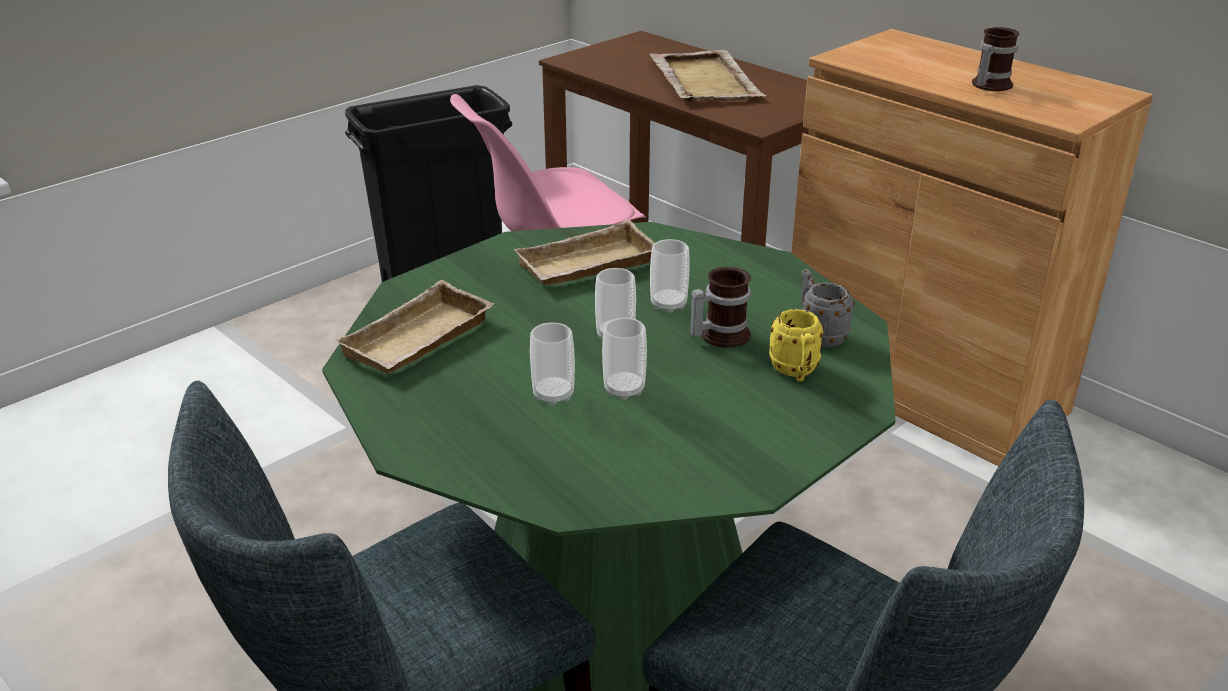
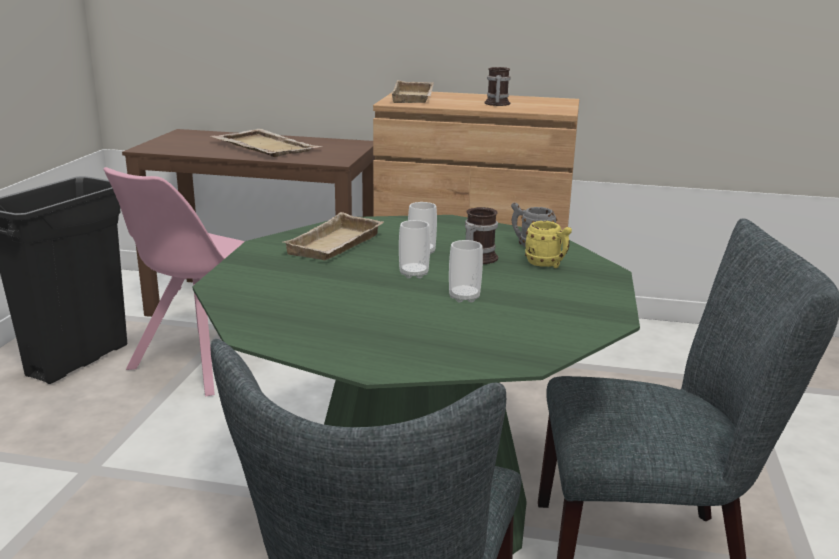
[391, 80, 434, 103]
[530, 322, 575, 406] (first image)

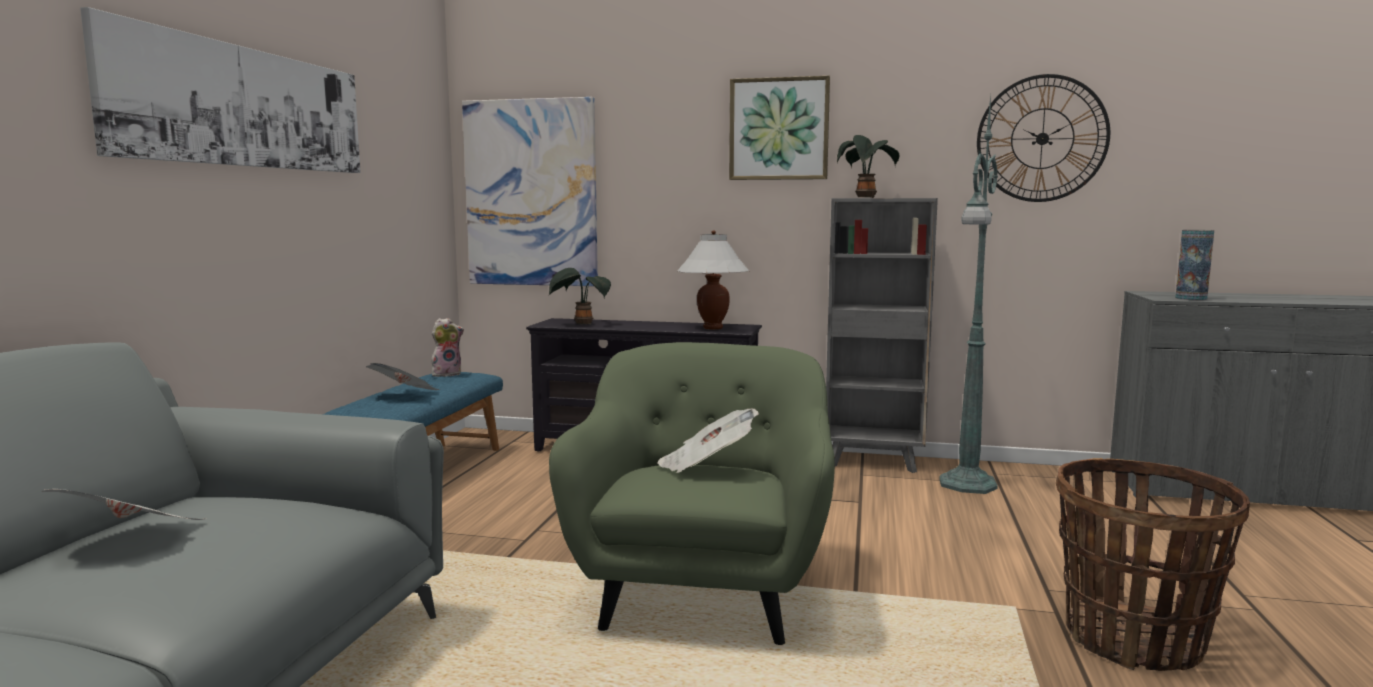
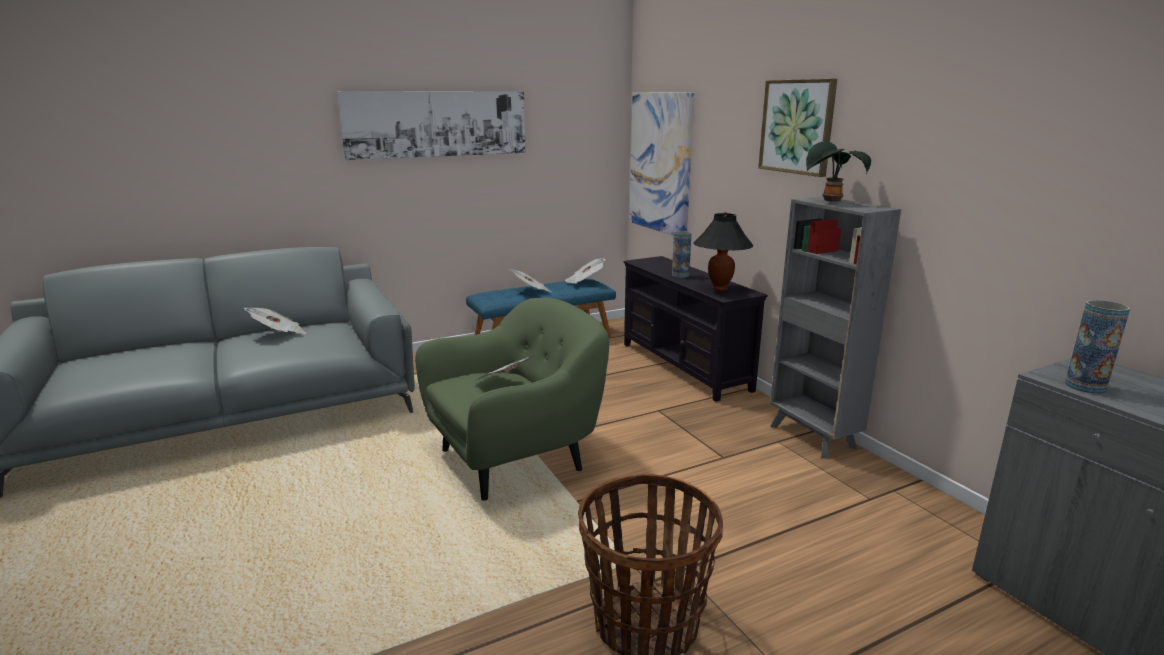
[565, 258, 605, 284]
[672, 231, 692, 278]
[693, 212, 753, 292]
[549, 268, 611, 324] (first image)
[939, 95, 998, 494] (first image)
[977, 74, 1110, 202] (first image)

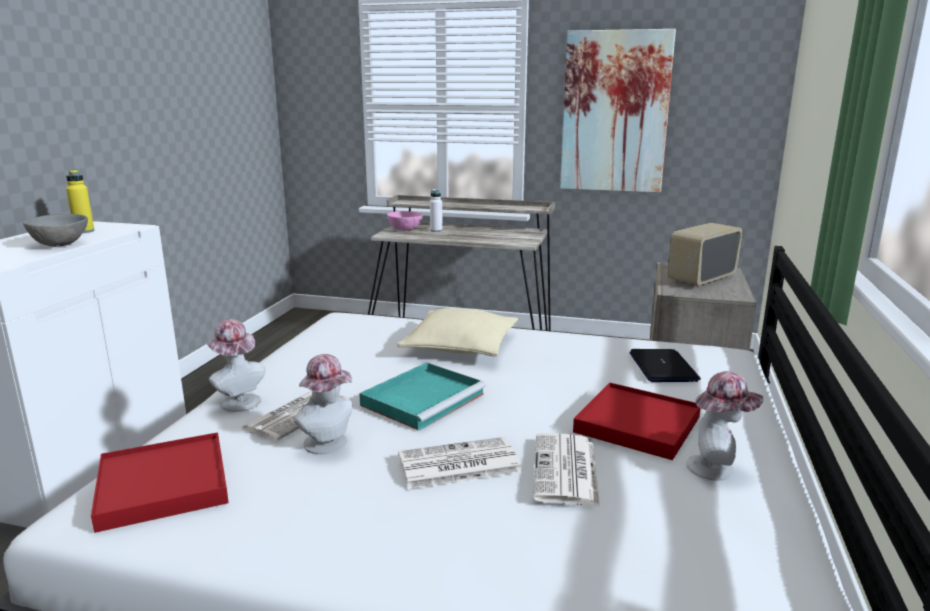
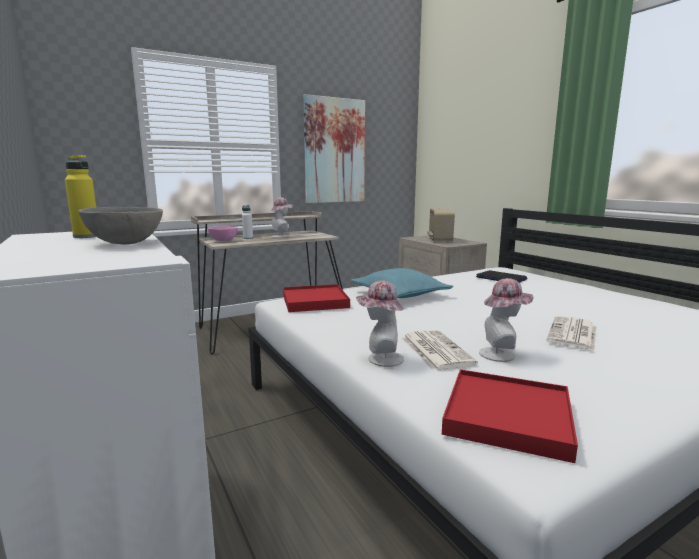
[271, 197, 293, 238]
[283, 284, 350, 312]
[351, 268, 453, 298]
[359, 362, 486, 431] (first image)
[533, 433, 600, 507] (first image)

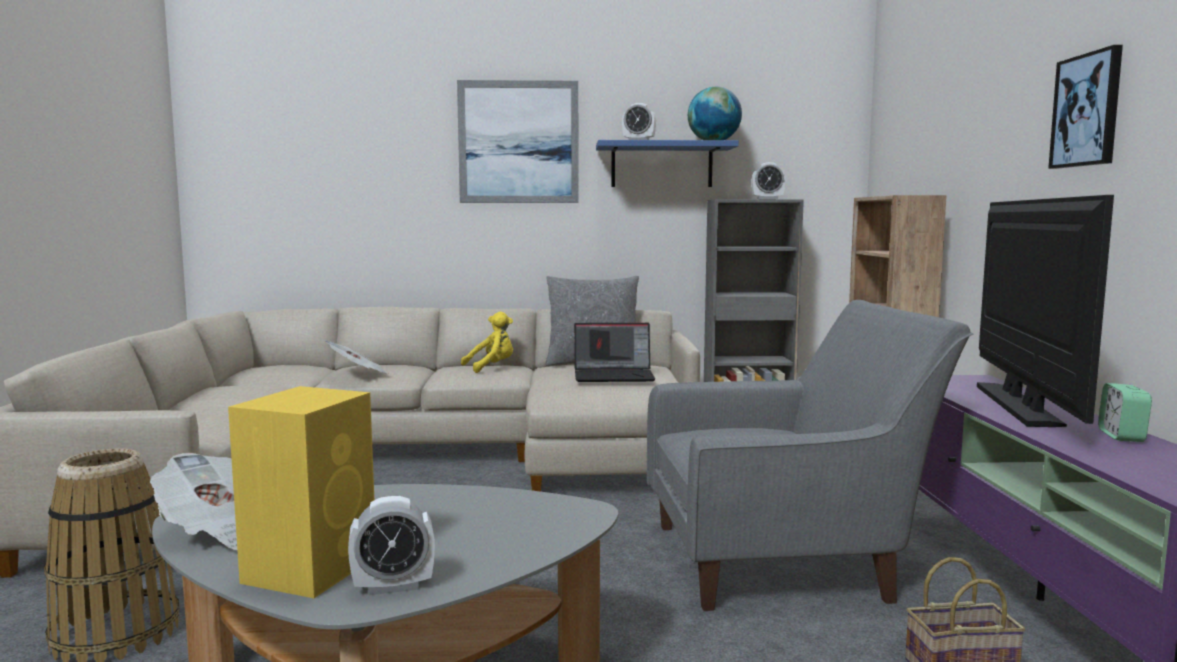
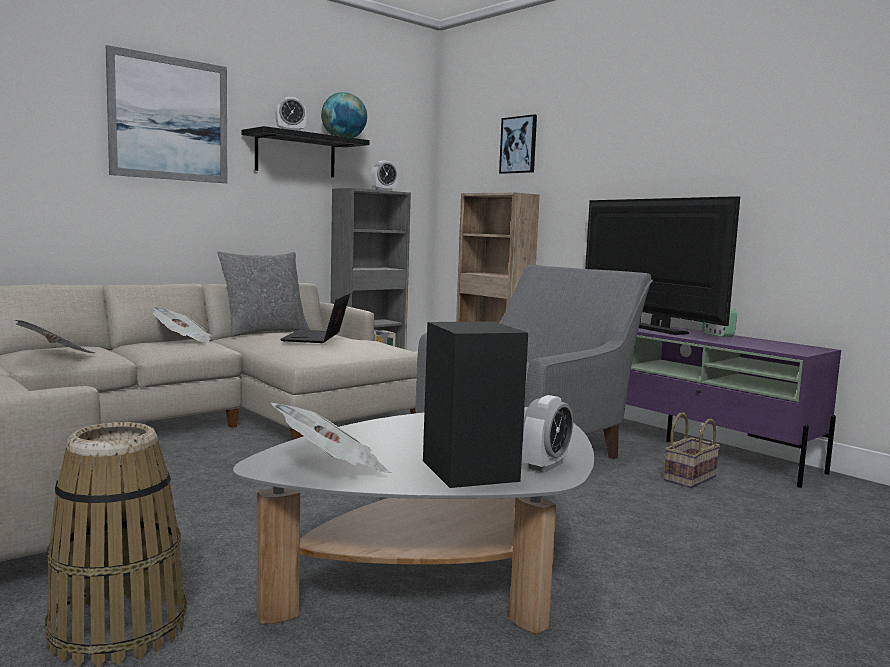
[153, 307, 212, 344]
[242, 126, 370, 177]
[280, 293, 350, 343]
[423, 321, 528, 488]
[499, 114, 537, 174]

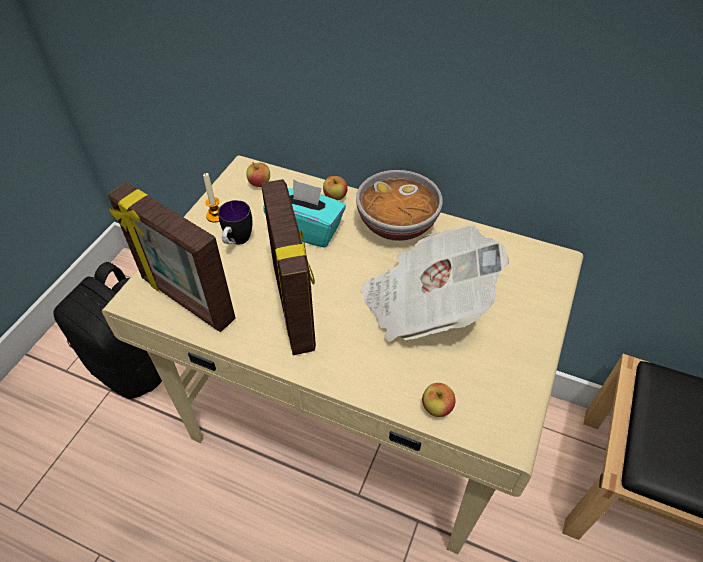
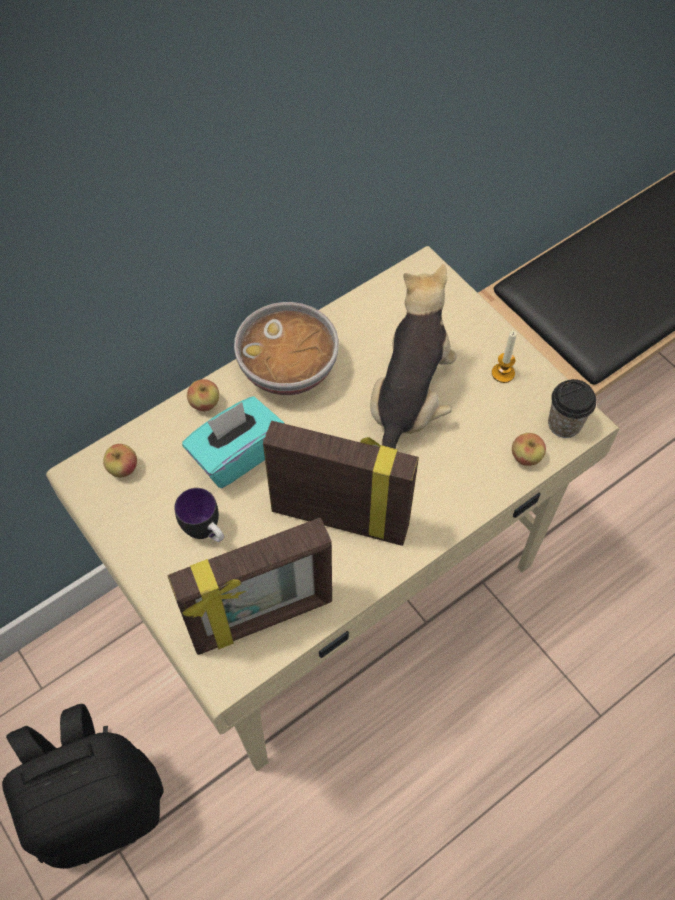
[370, 264, 457, 449]
[492, 331, 517, 383]
[548, 379, 596, 438]

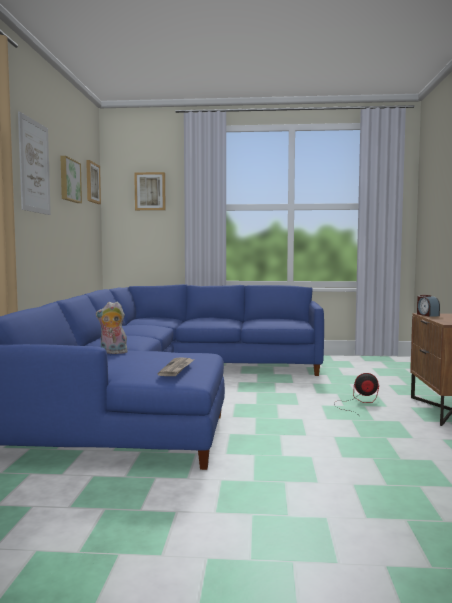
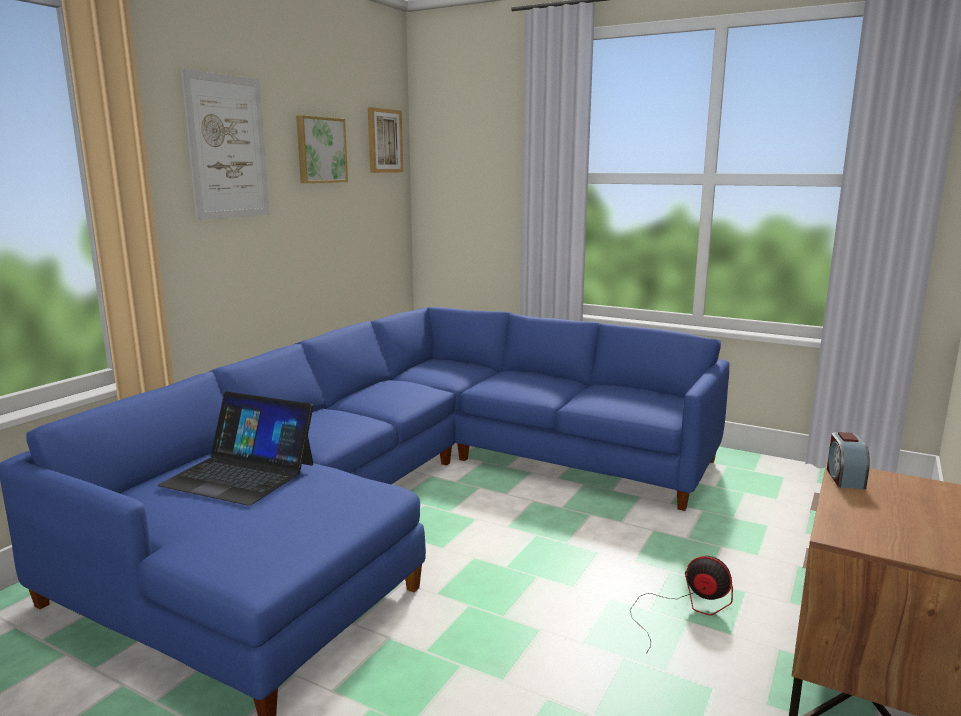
[157, 391, 313, 506]
[134, 172, 166, 210] (first image)
[158, 357, 194, 376] (first image)

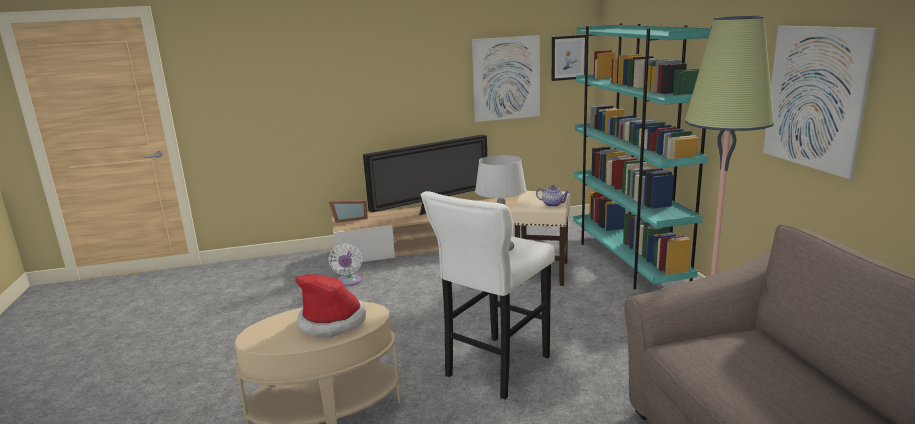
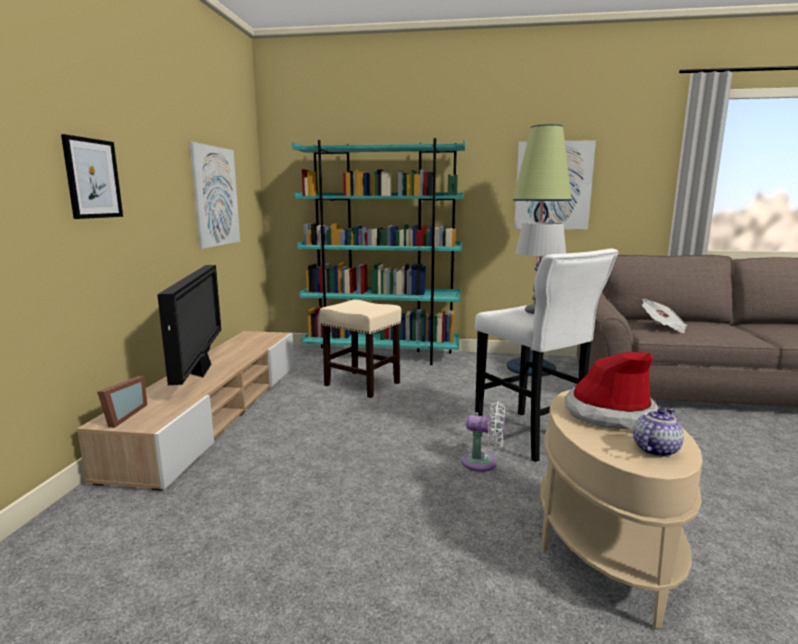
[61, 134, 123, 219]
[461, 402, 505, 472]
[633, 408, 684, 457]
[642, 299, 687, 333]

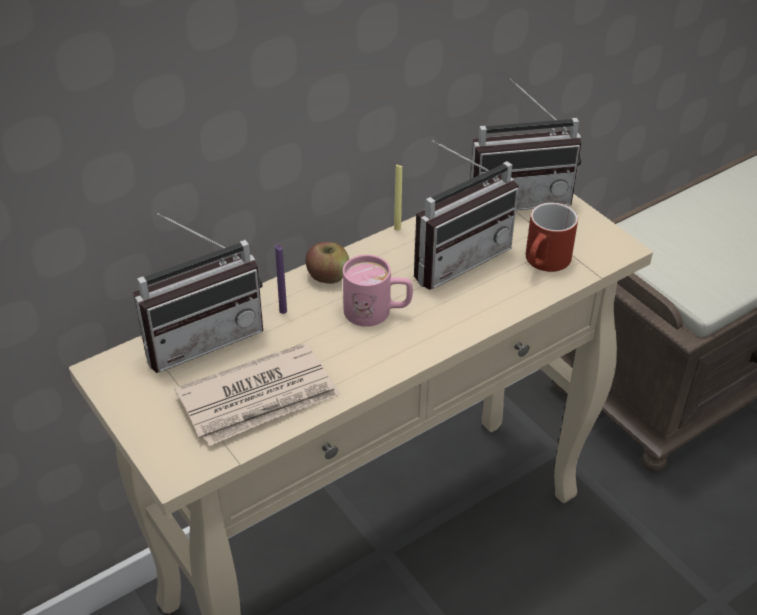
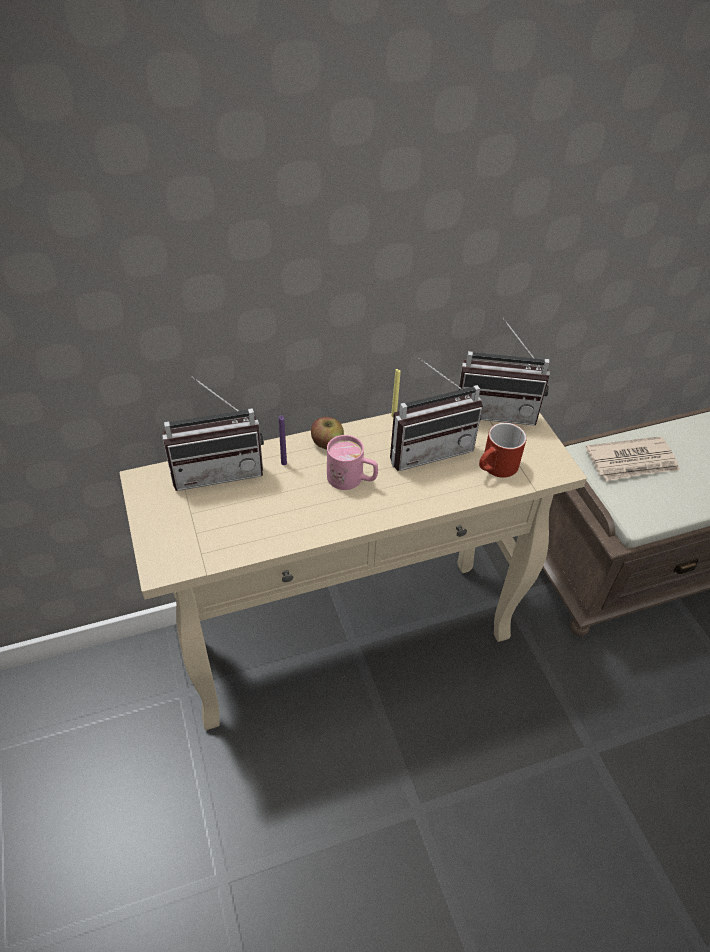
[585, 436, 680, 481]

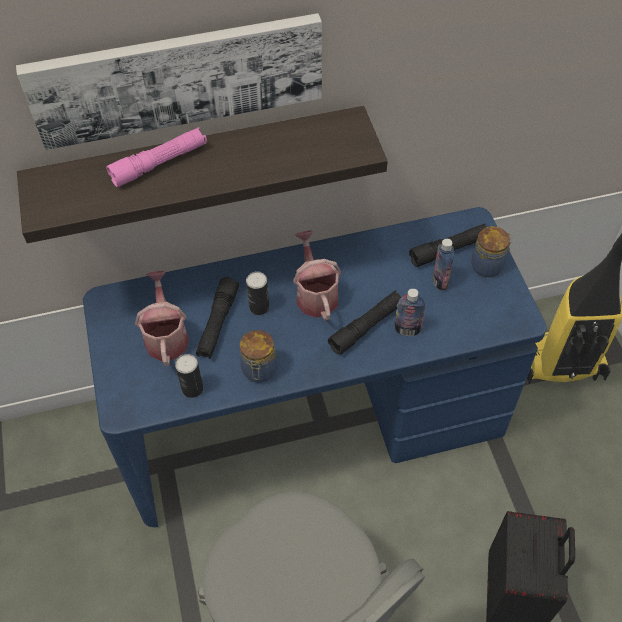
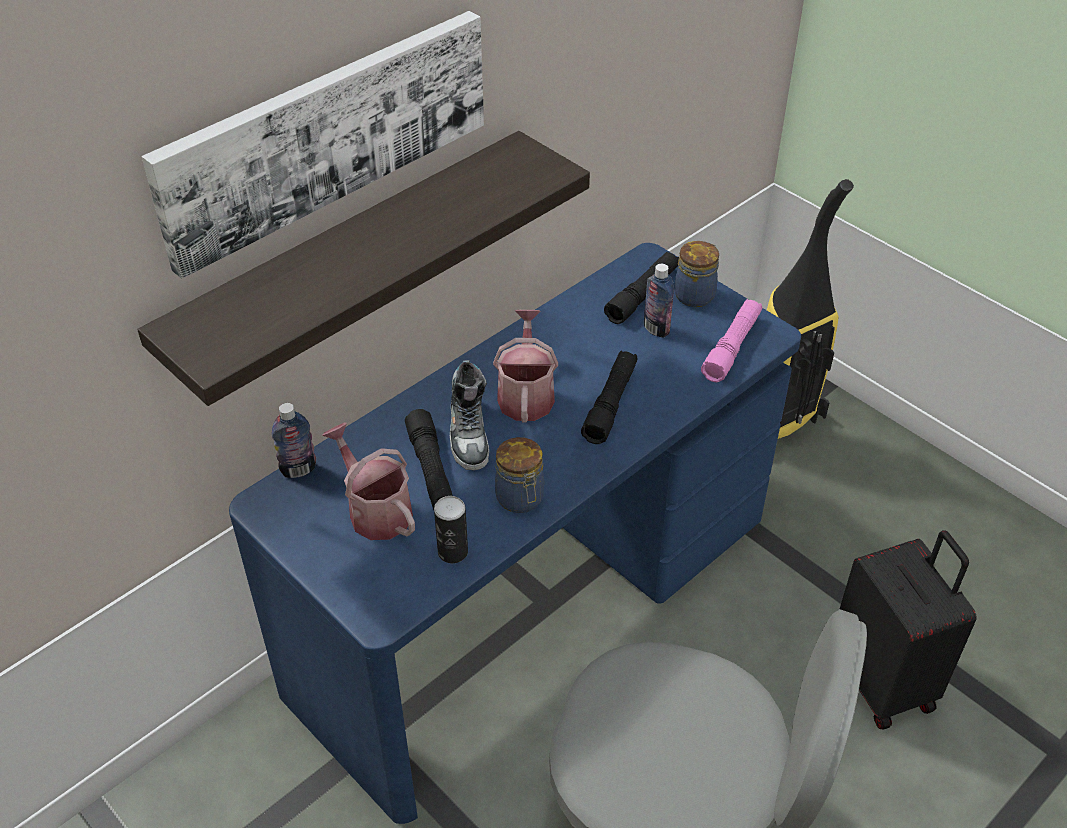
[272, 403, 316, 478]
[450, 360, 489, 470]
[493, 310, 558, 423]
[701, 299, 762, 382]

